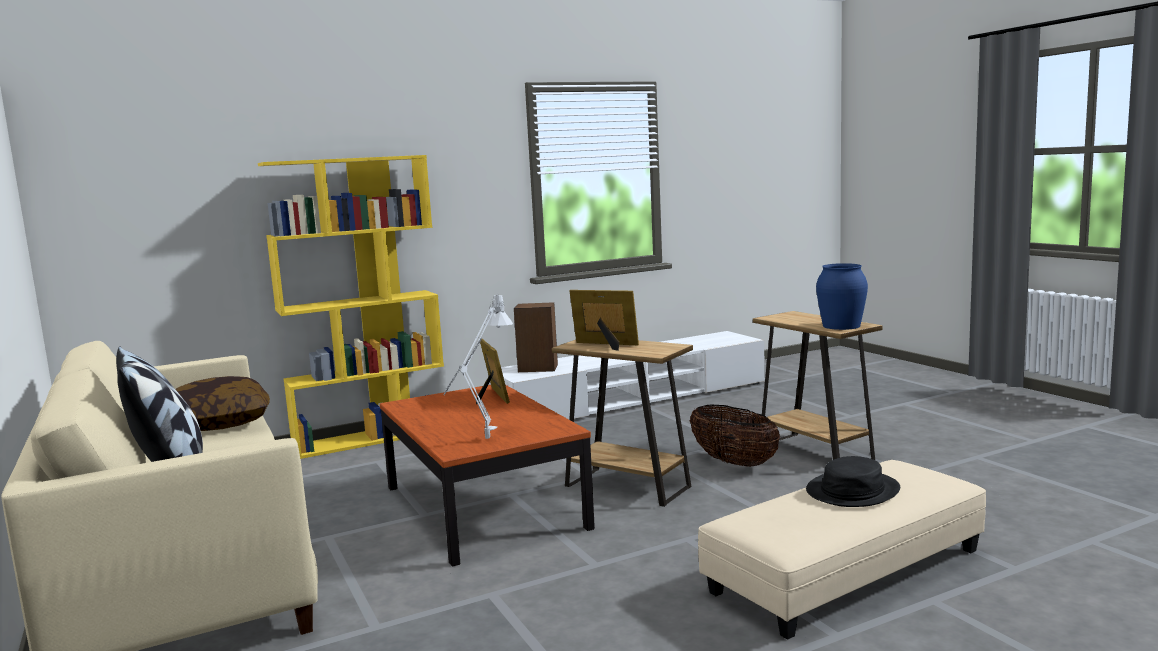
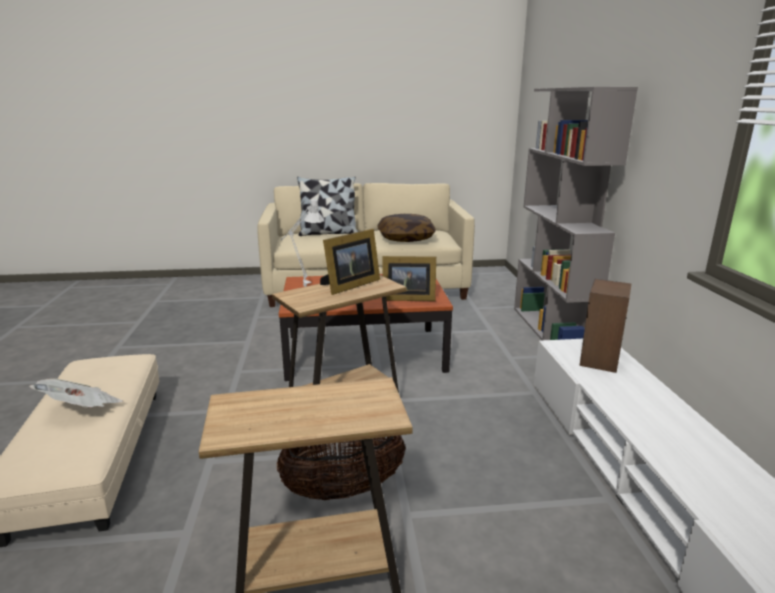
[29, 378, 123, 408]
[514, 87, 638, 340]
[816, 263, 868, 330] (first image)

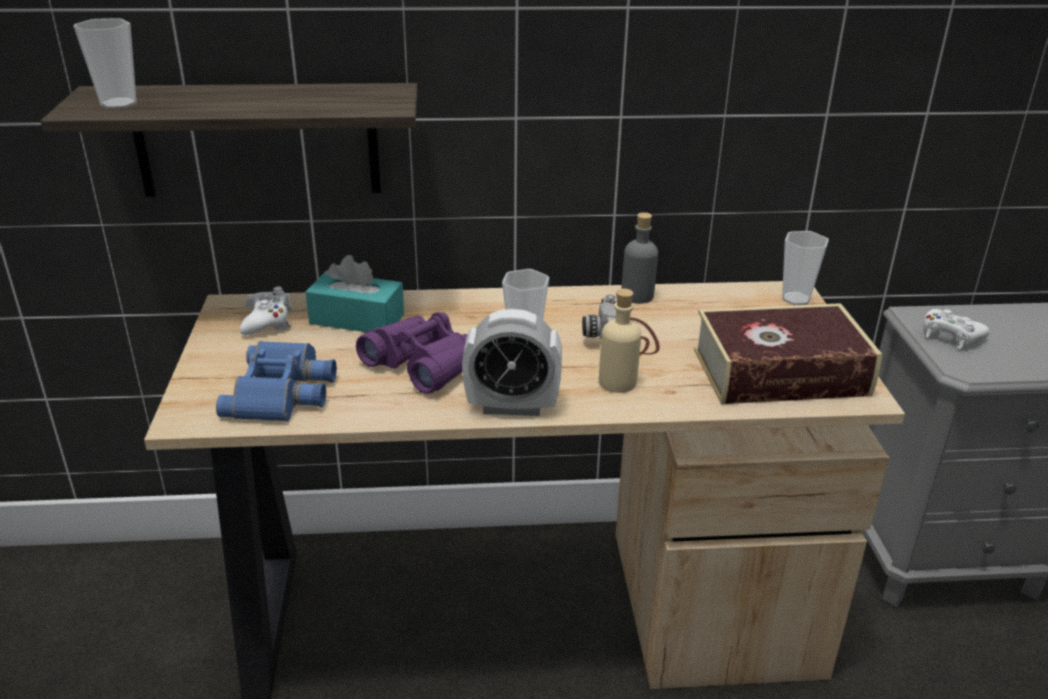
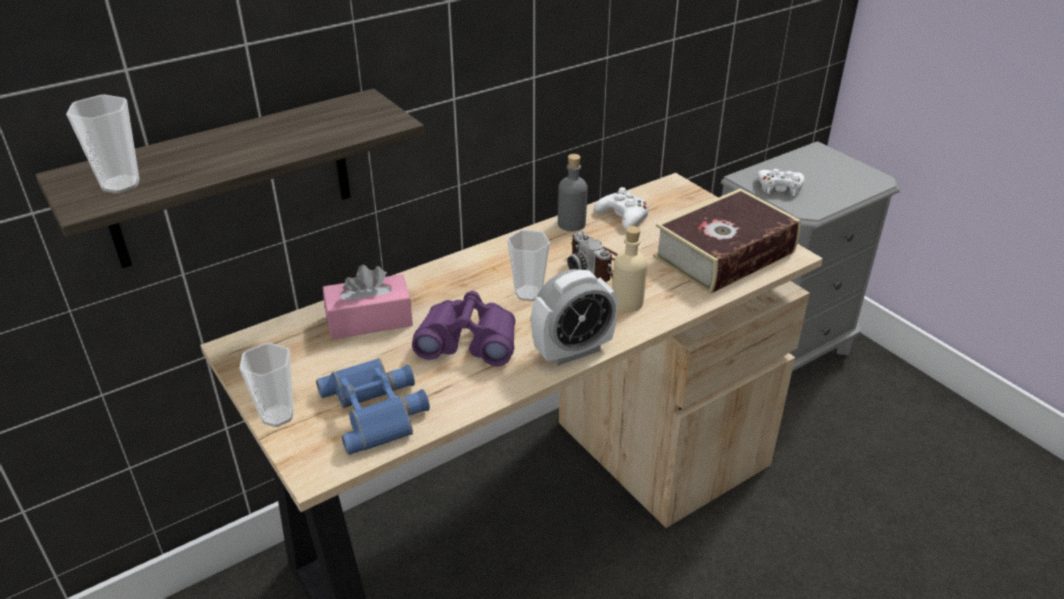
[239, 343, 294, 427]
[323, 265, 413, 339]
[594, 187, 649, 229]

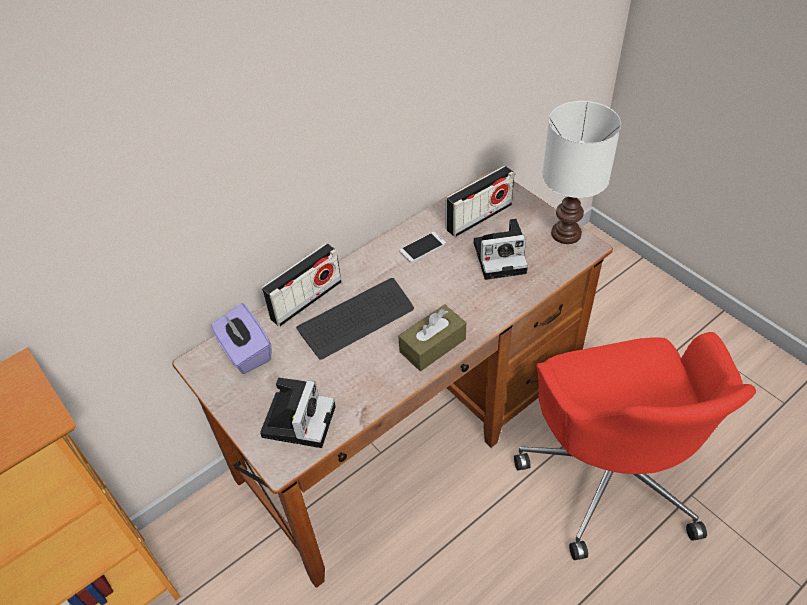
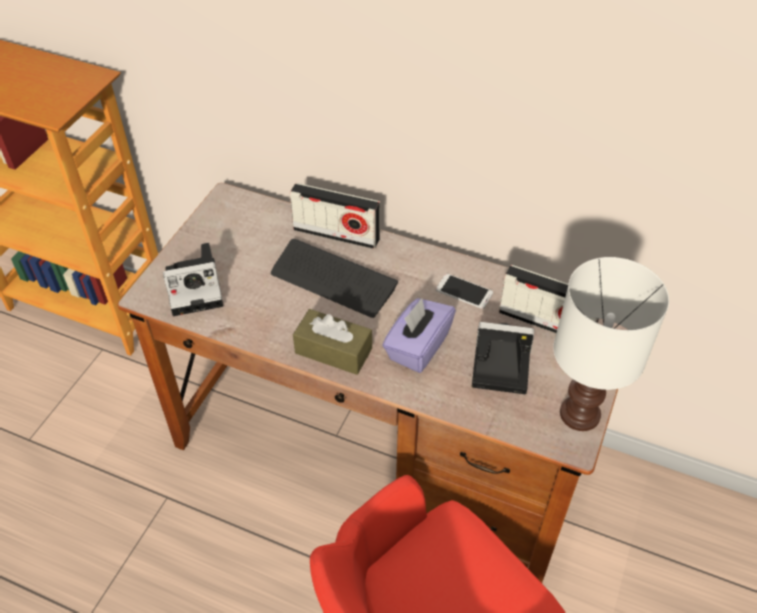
[382, 298, 456, 373]
[472, 322, 534, 394]

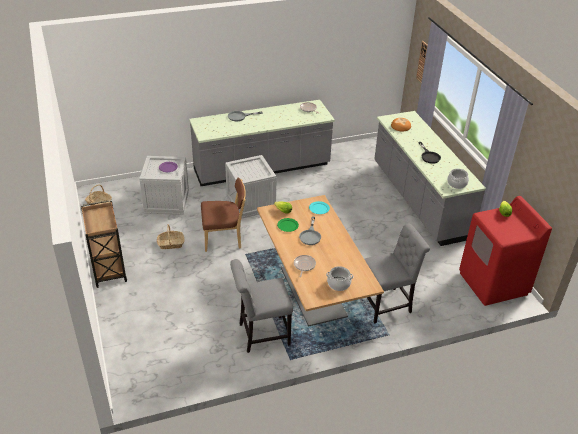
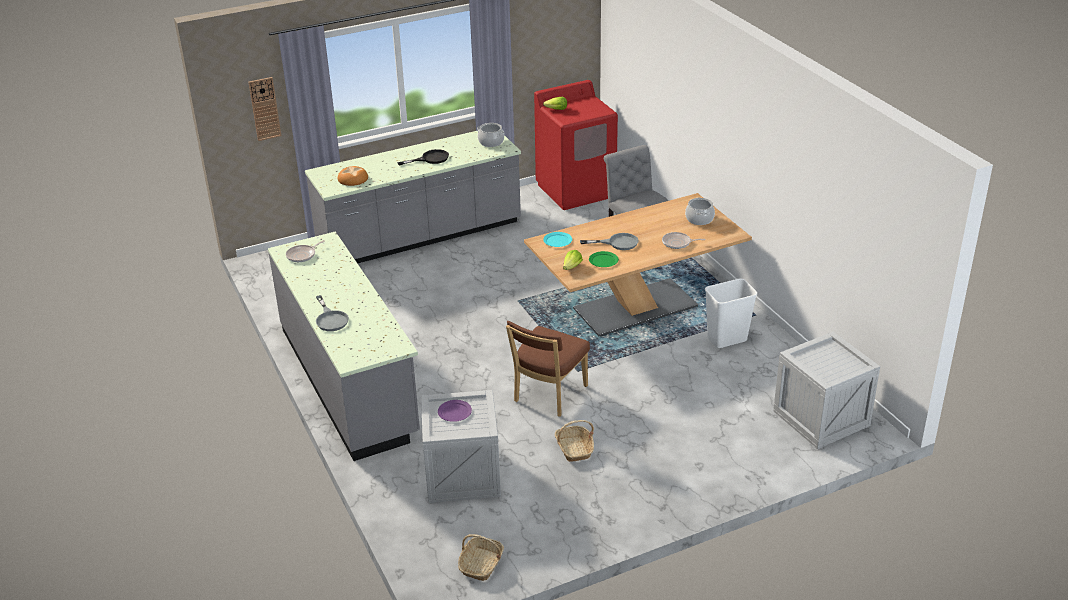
[506, 321, 590, 417]
[705, 278, 757, 348]
[773, 332, 880, 449]
[81, 200, 127, 288] (first image)

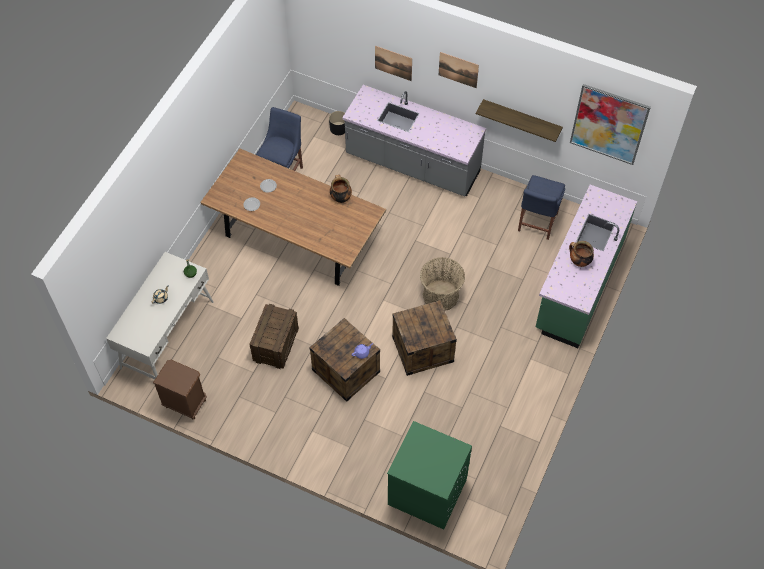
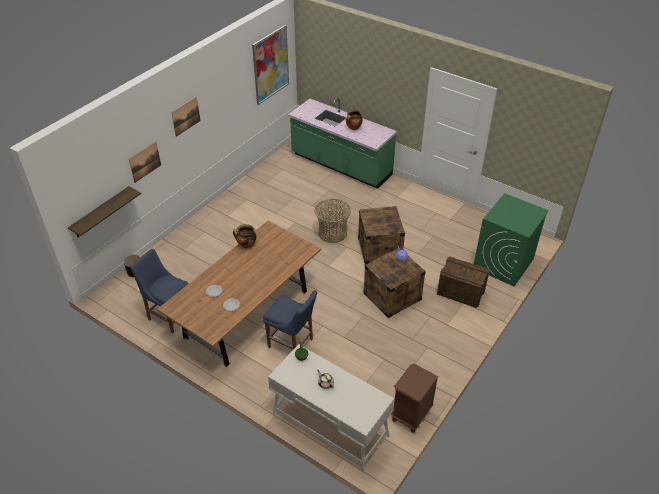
[68, 186, 141, 237]
[263, 290, 317, 349]
[437, 256, 490, 308]
[342, 85, 486, 196] (first image)

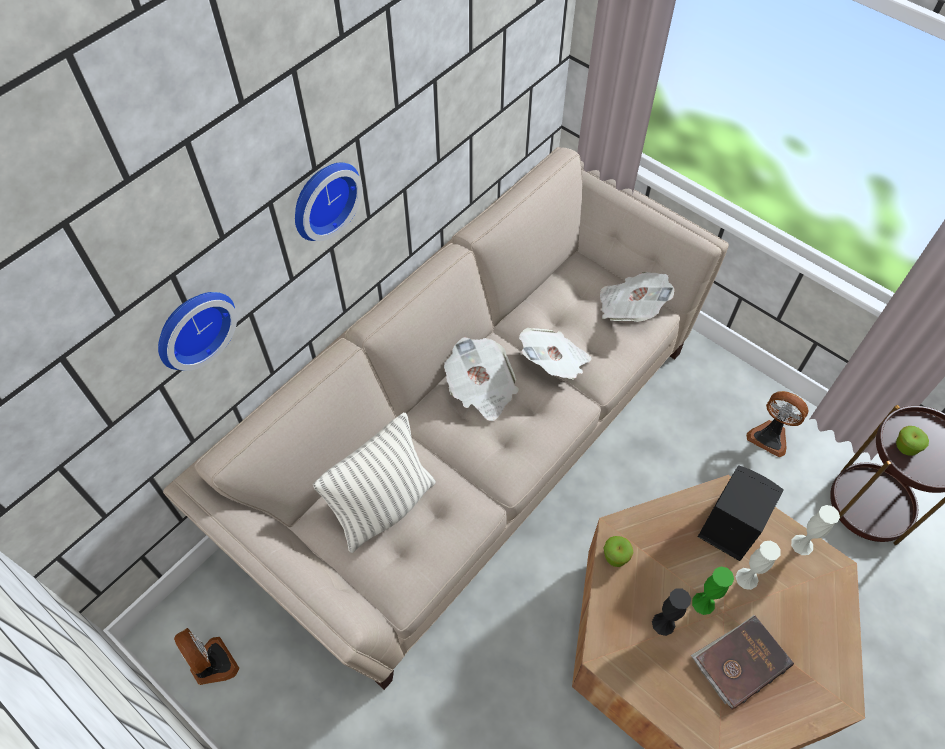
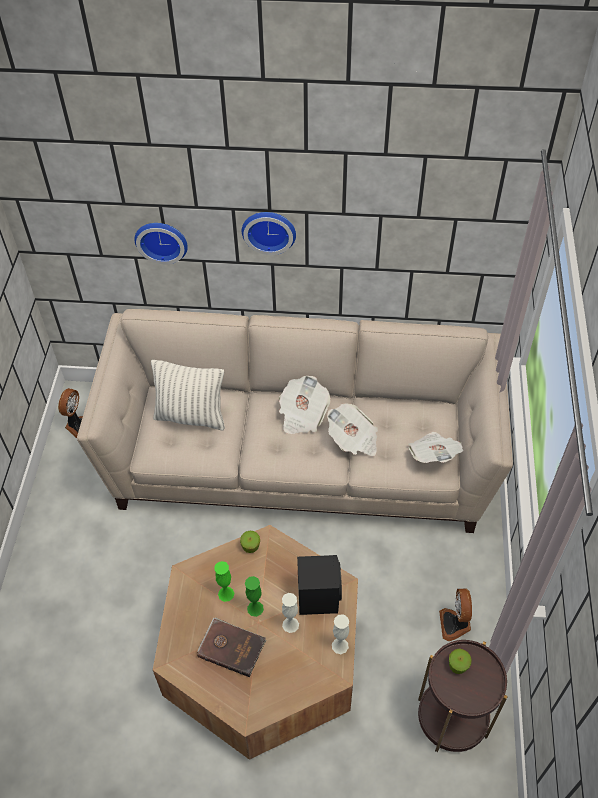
[214, 561, 235, 602]

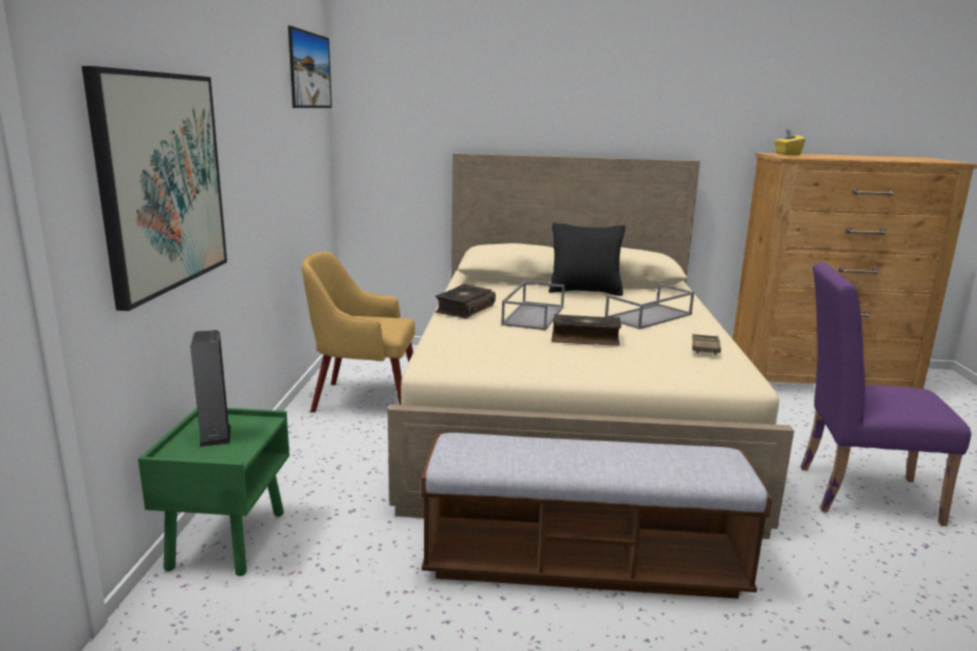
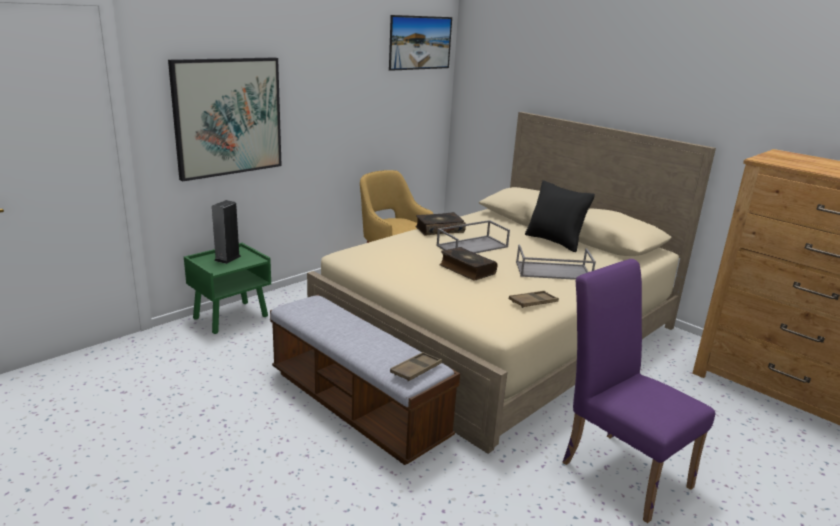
[390, 352, 442, 381]
[774, 130, 805, 155] (first image)

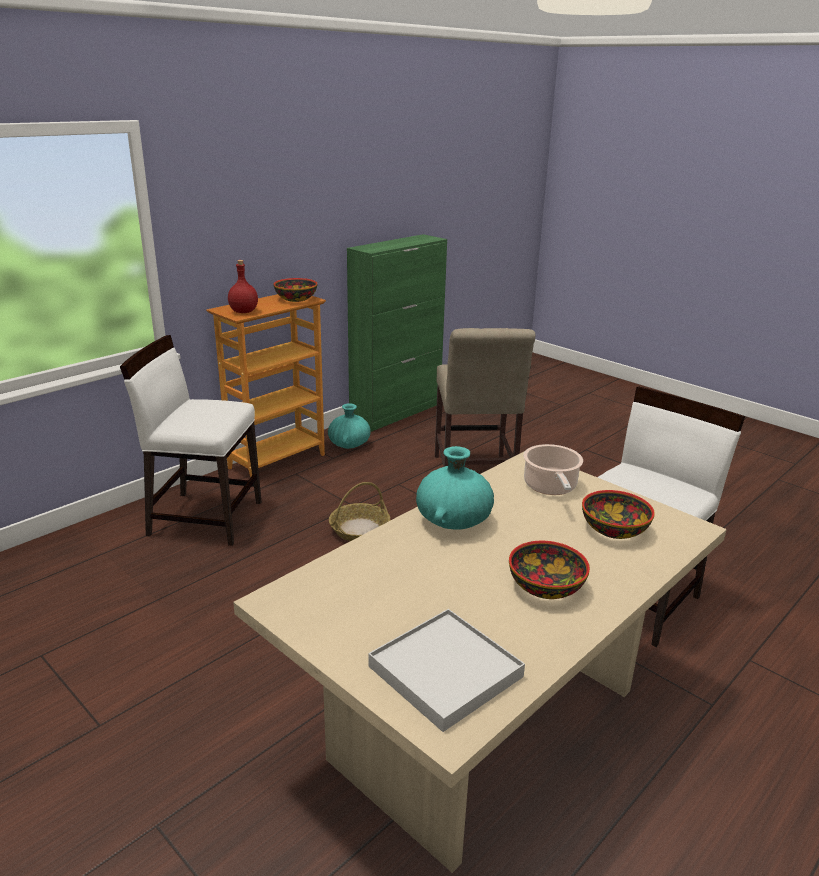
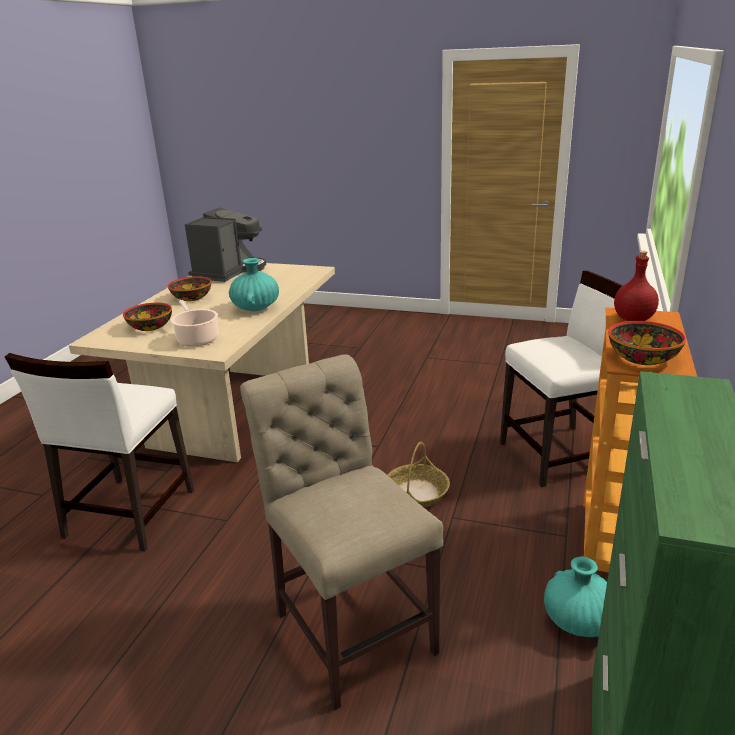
[185, 207, 266, 282]

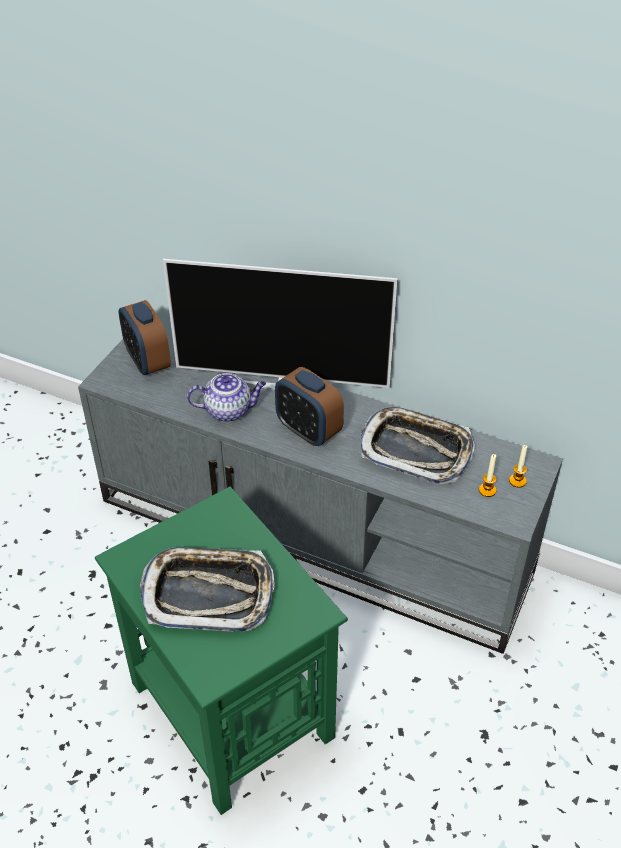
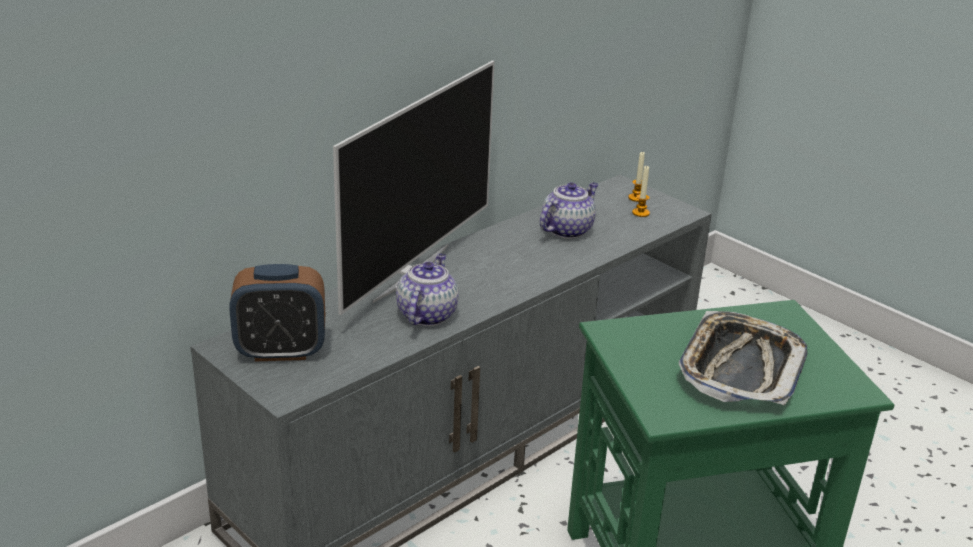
[540, 182, 598, 239]
[275, 367, 344, 446] (first image)

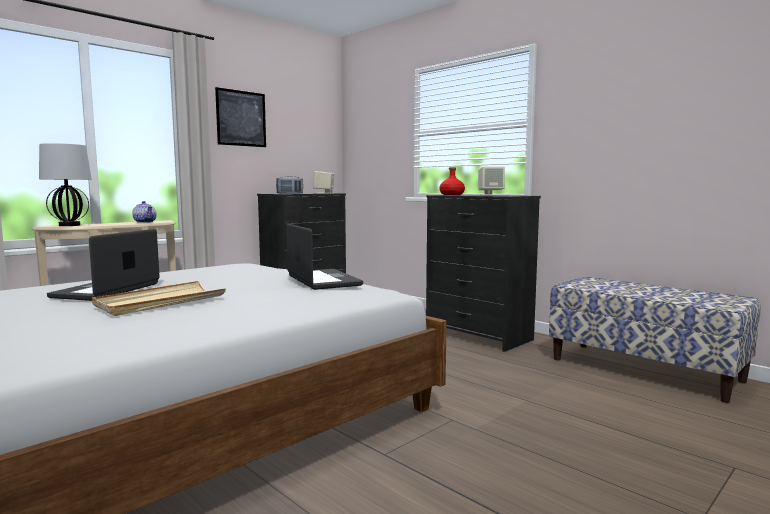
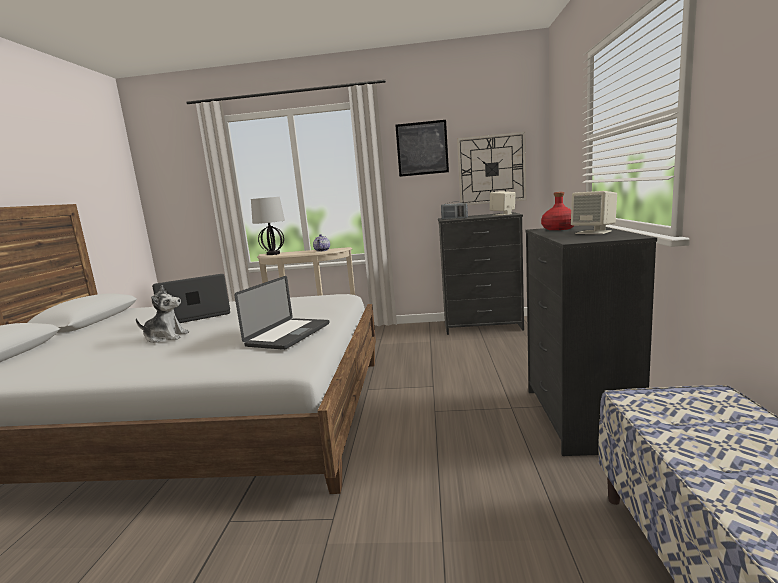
[136, 285, 189, 343]
[457, 132, 526, 205]

